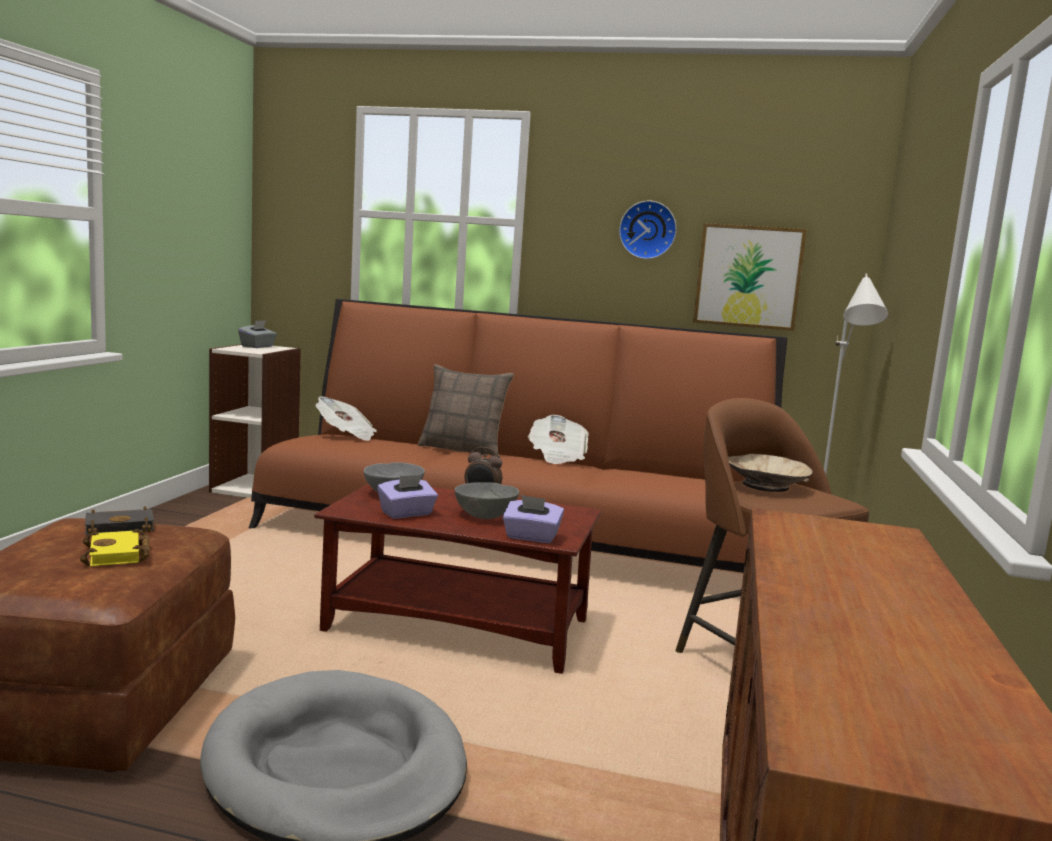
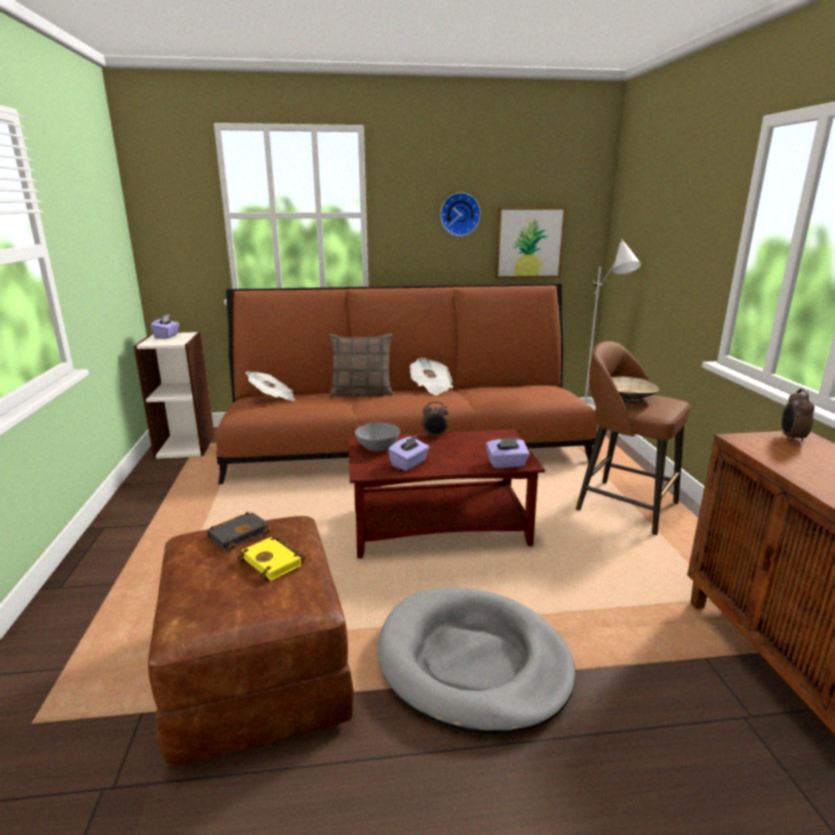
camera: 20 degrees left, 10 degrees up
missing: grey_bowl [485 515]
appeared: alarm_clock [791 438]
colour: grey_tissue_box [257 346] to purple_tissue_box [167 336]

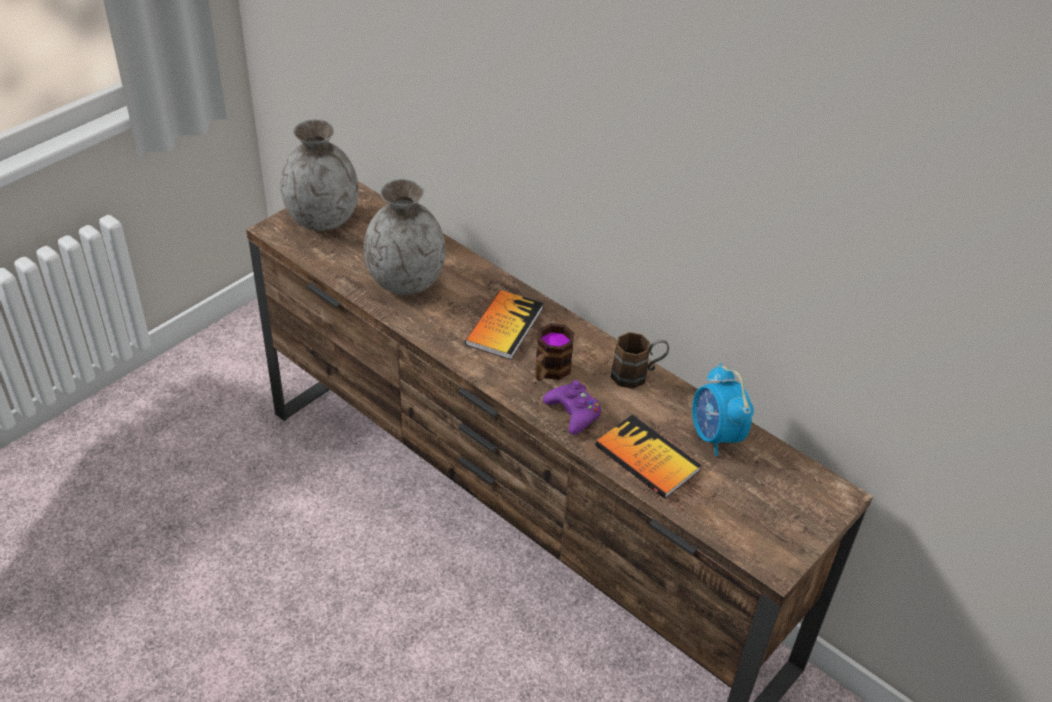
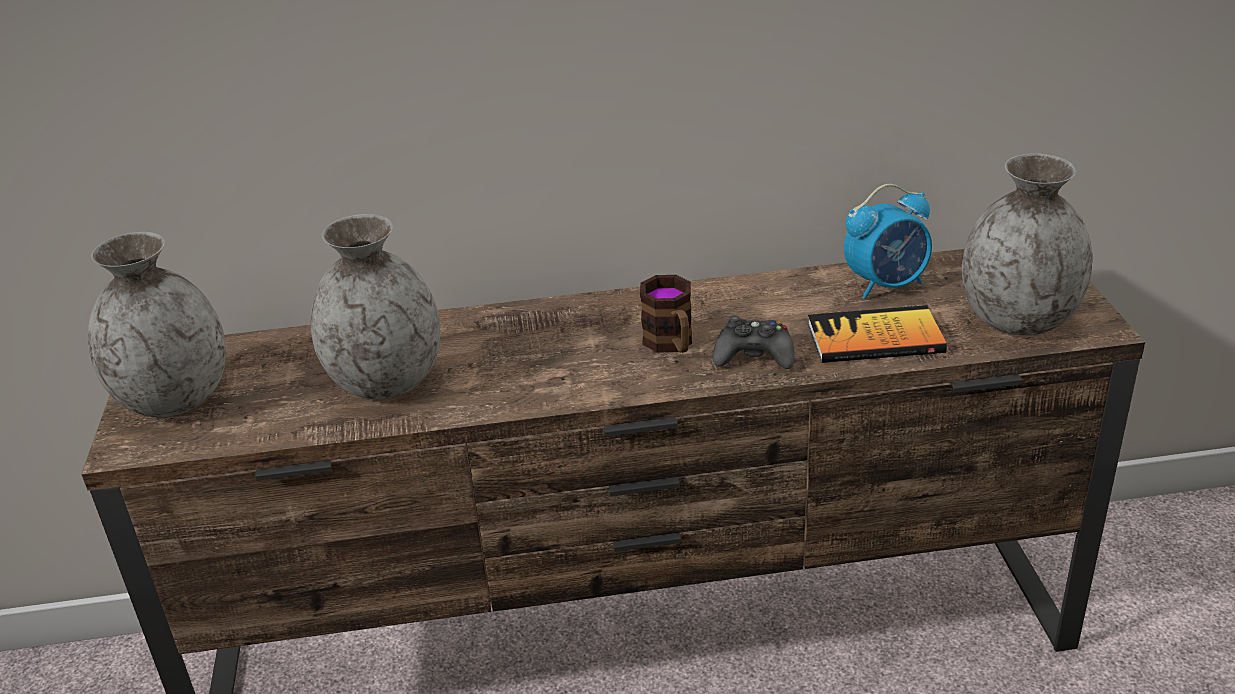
camera: 45 degrees left, 10 degrees down
missing: book [504 326]; brown_mug [637 374]
appeared: grey_vase [1017 320]
colour: purple_game_controller [573 412] to black_game_controller [754 355]
spun: alarm_clock [715 436] = [886 285] 45 degrees counterclockwise

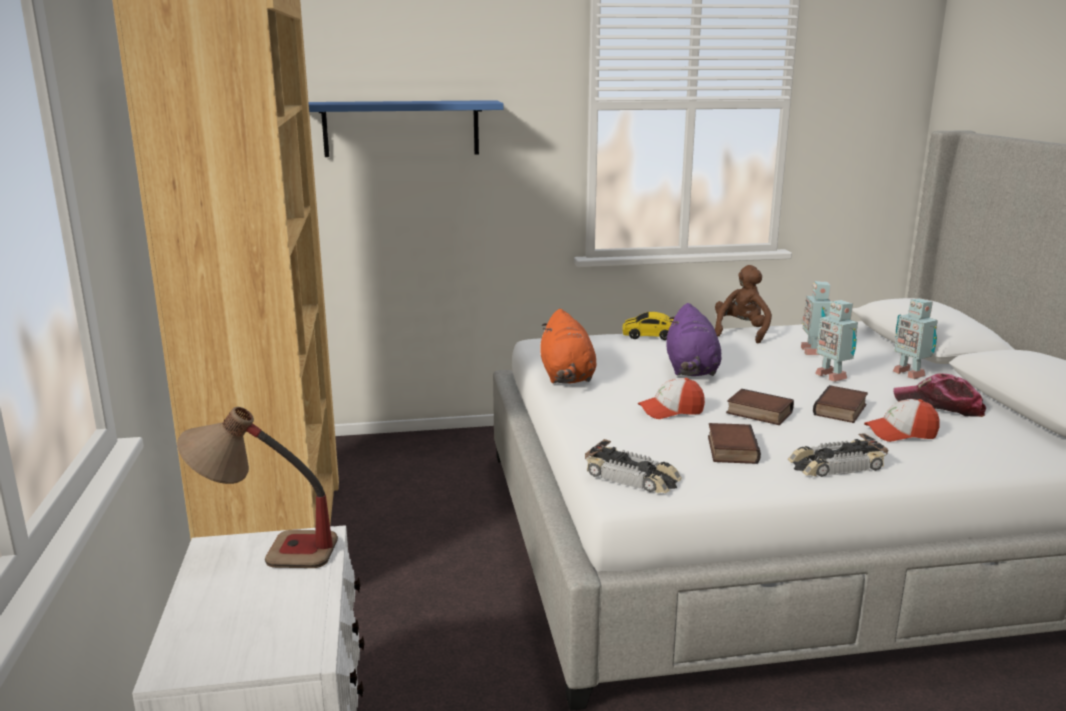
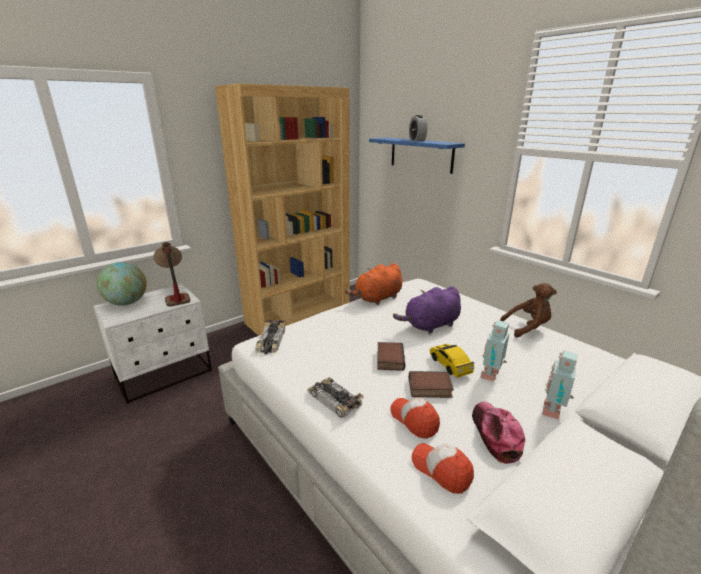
camera: 60 degrees right, 5 degrees up
missing: toy_robot [813 351]; book [730 449]
appeared: alarm_clock [417 140]; globe [127 303]
relocated: toy_car [650 336] to [450 365]; cap [671 411] to [441 470]

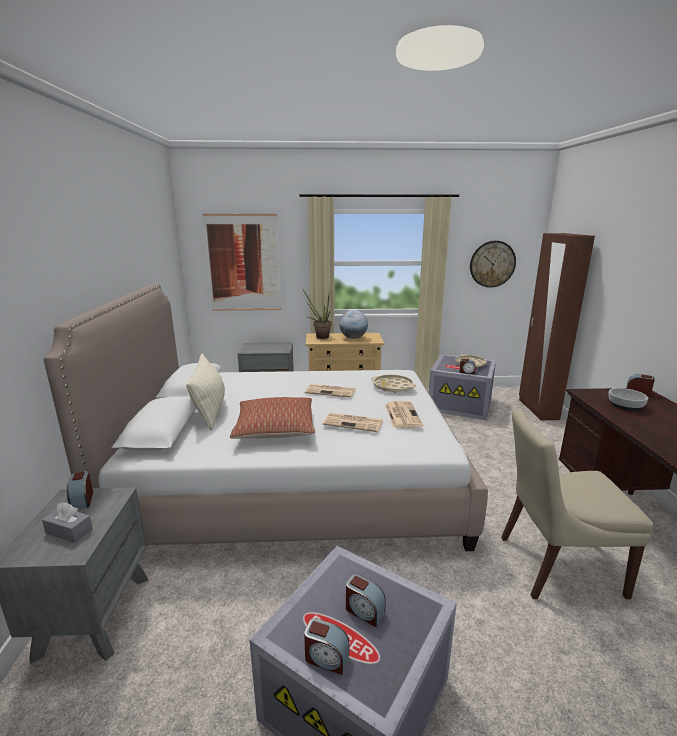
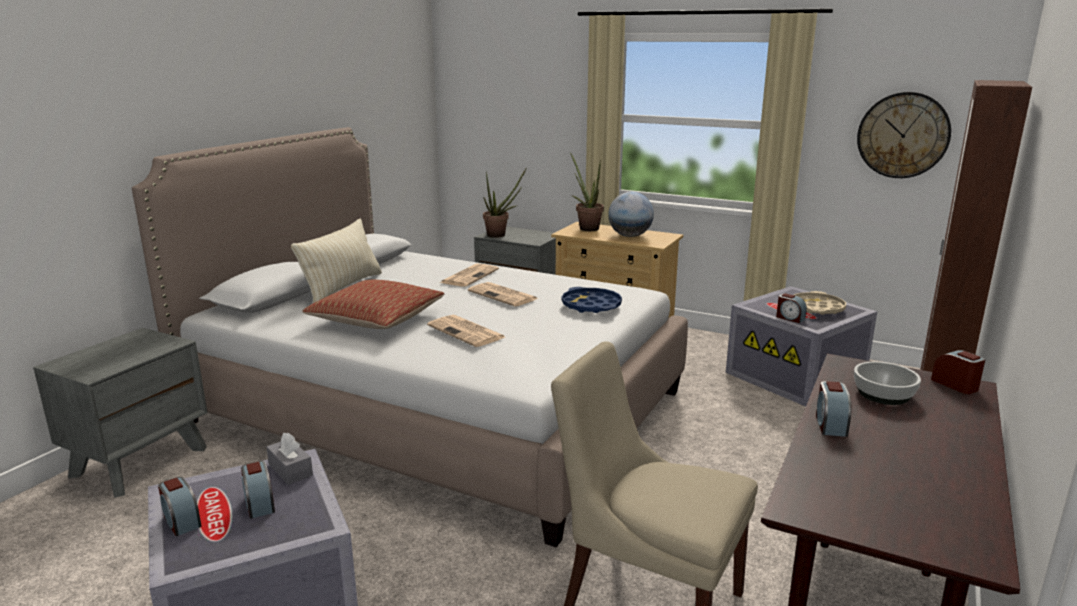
camera: 30 degrees right, 0 degrees up
missing: picture [243 263]
appeared: potted_plant [500 235]
relocated: newspaper [402 415] to [469 276]; alarm_clock [82 500] to [830 424]; grey_tissue_box [69 531] to [290 470]
colour: beige_tray [393 387] to blue_tray [591 306]

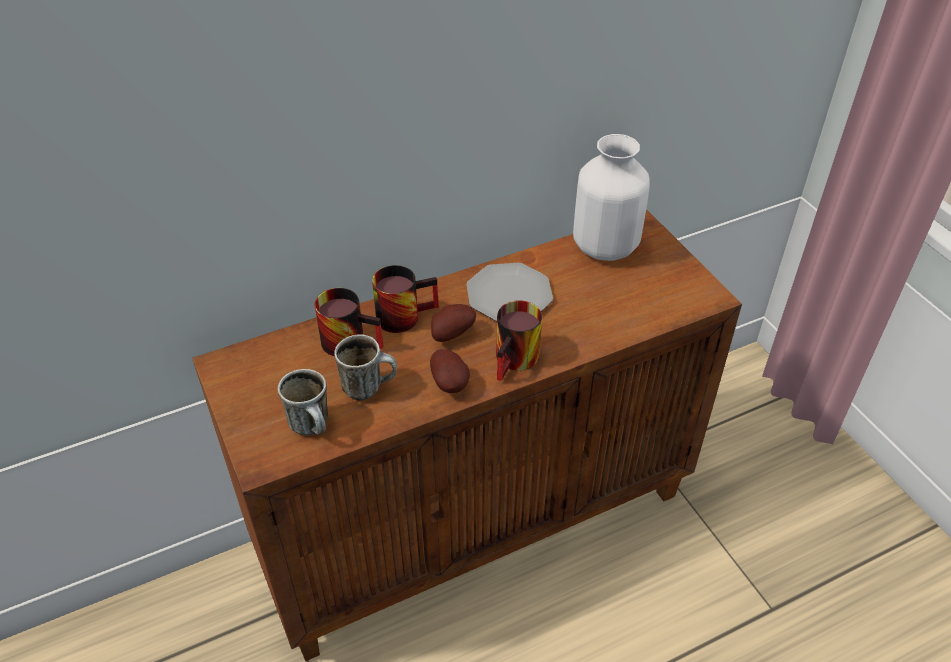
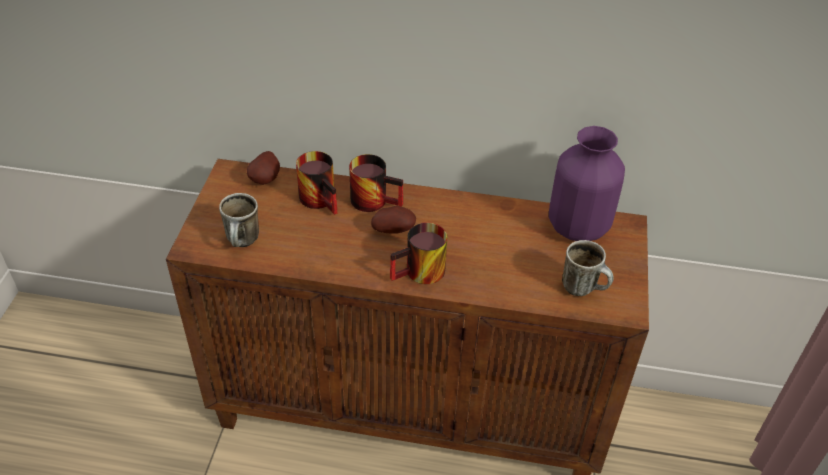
camera: 35 degrees right, 0 degrees up
missing: plate [510 295]
relocated: mug [369 387] to [584 288]; potato [451 384] to [266 179]
colour: white_vase [604 246] to purple_vase [577 226]

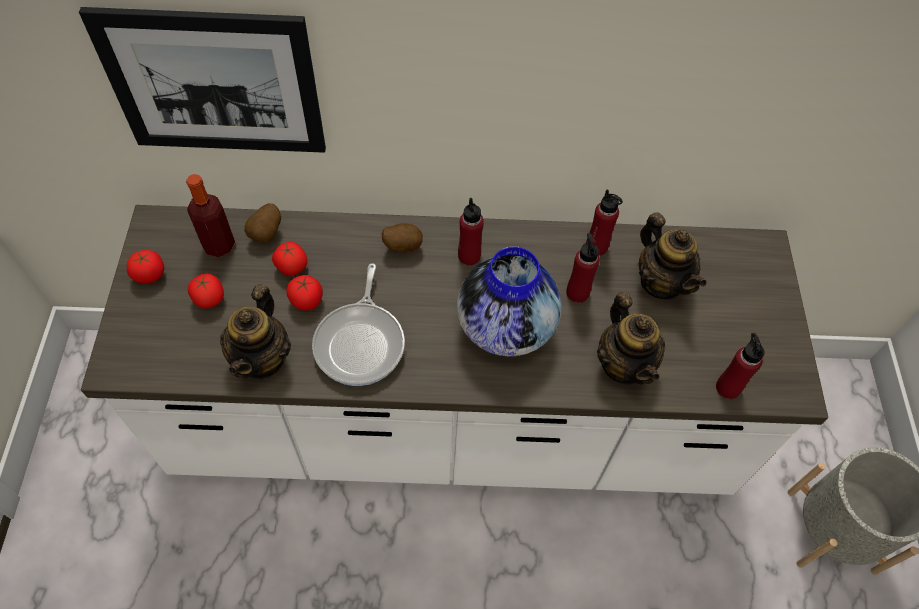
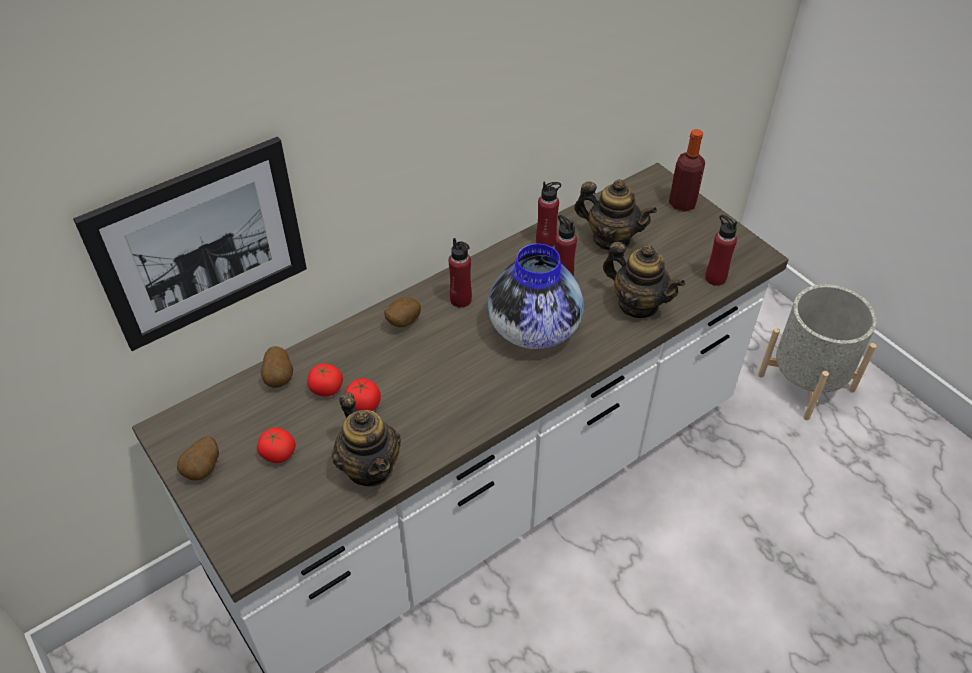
camera: 35 degrees left, 10 degrees down
missing: frying_pan [361 342]
relocated: bottle [219 245] to [682 204]
exchanged: tomato [149 274] to potato [204 470]

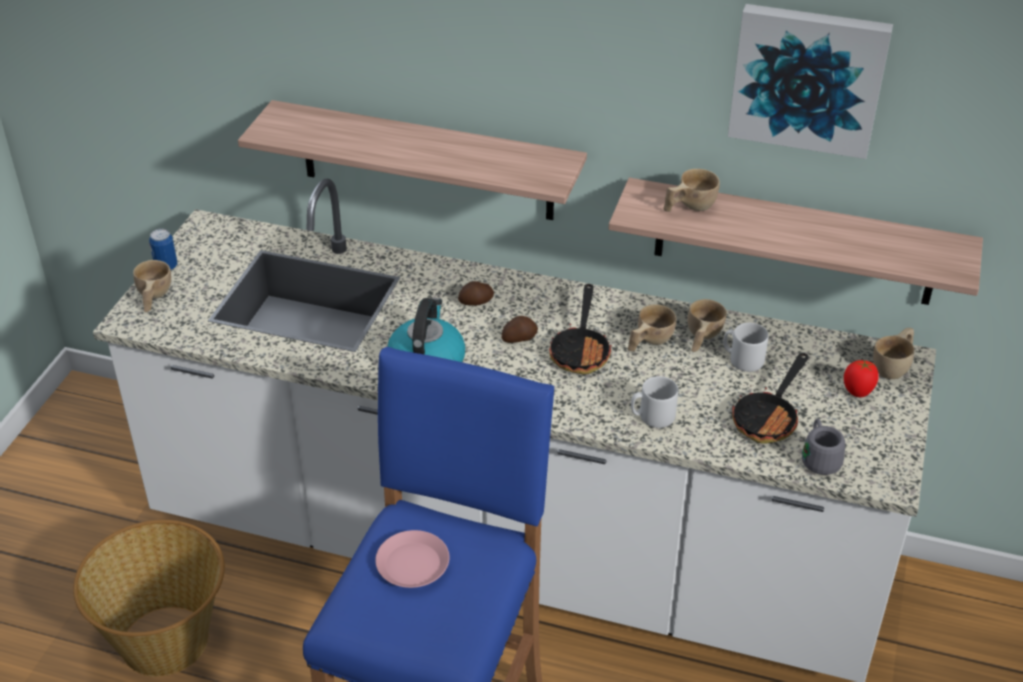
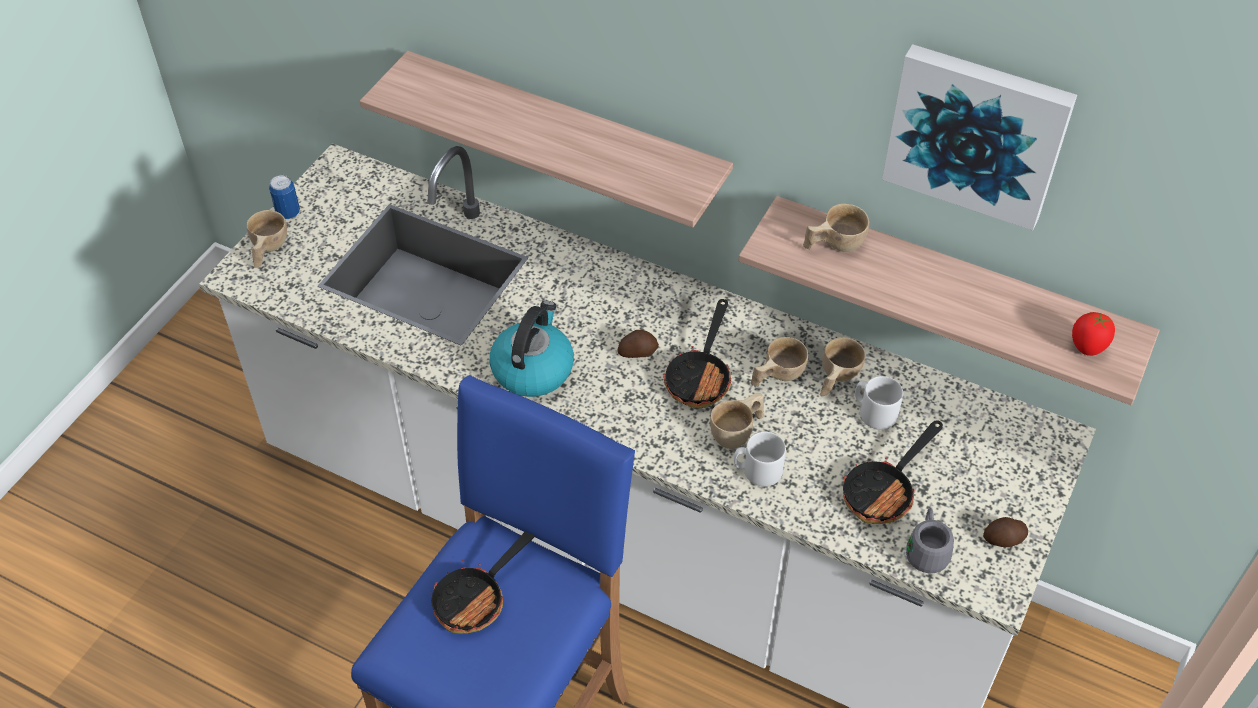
camera: 10 degrees right, 10 degrees up
missing: basket [166 640]
relocated: potato [476 302] to [1004 540]; beige_cup [894 366] to [738 432]; tomato [857 392] to [1087 348]
exchanged: pink_plate [413 564] to frying_pan [477 597]

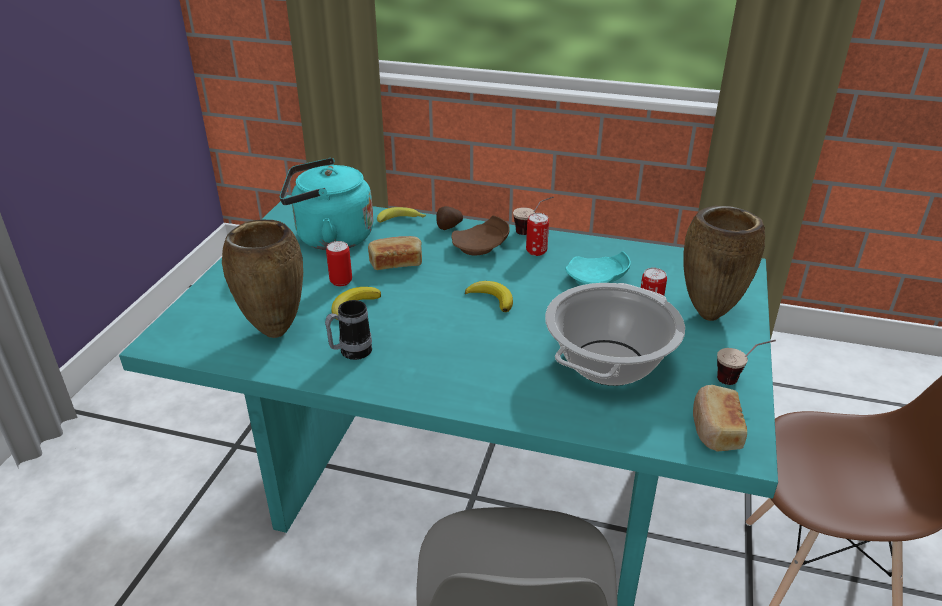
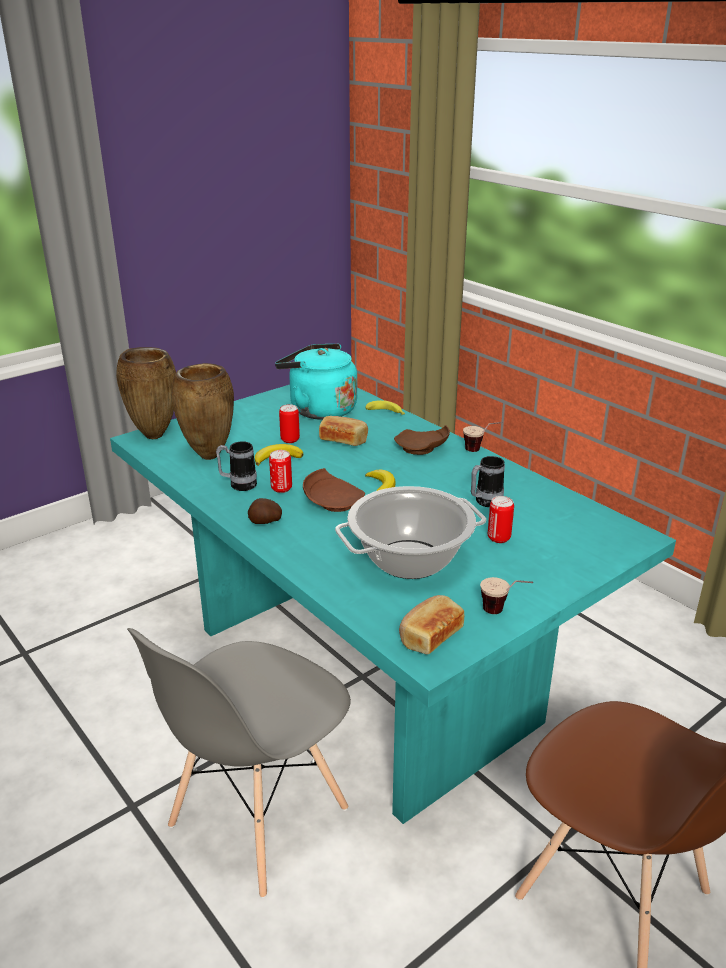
camera: 35 degrees right, 5 degrees down
appeared: brown_plate [333 502]
relocated: potato [448 227] to [265 522]; brown_vase [709 314] to [155 436]; can [536 251] to [281 488]
exchanged: turquoise_plate [597 280] to mug [484 502]

